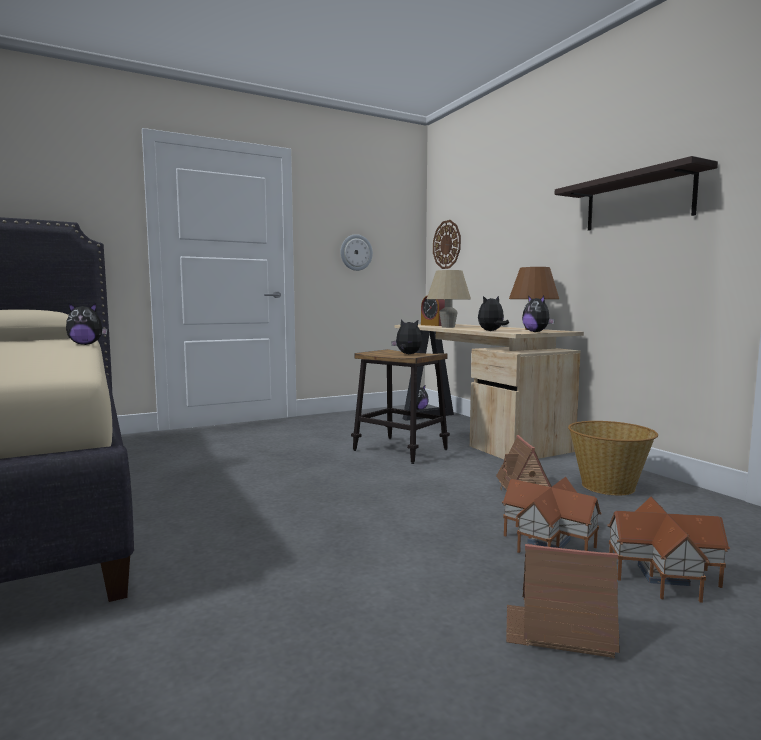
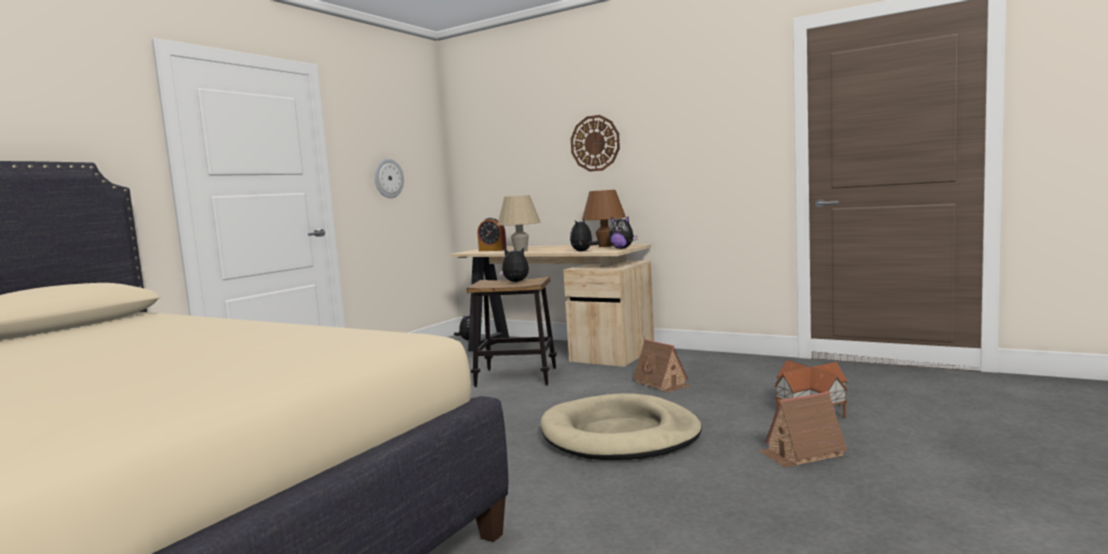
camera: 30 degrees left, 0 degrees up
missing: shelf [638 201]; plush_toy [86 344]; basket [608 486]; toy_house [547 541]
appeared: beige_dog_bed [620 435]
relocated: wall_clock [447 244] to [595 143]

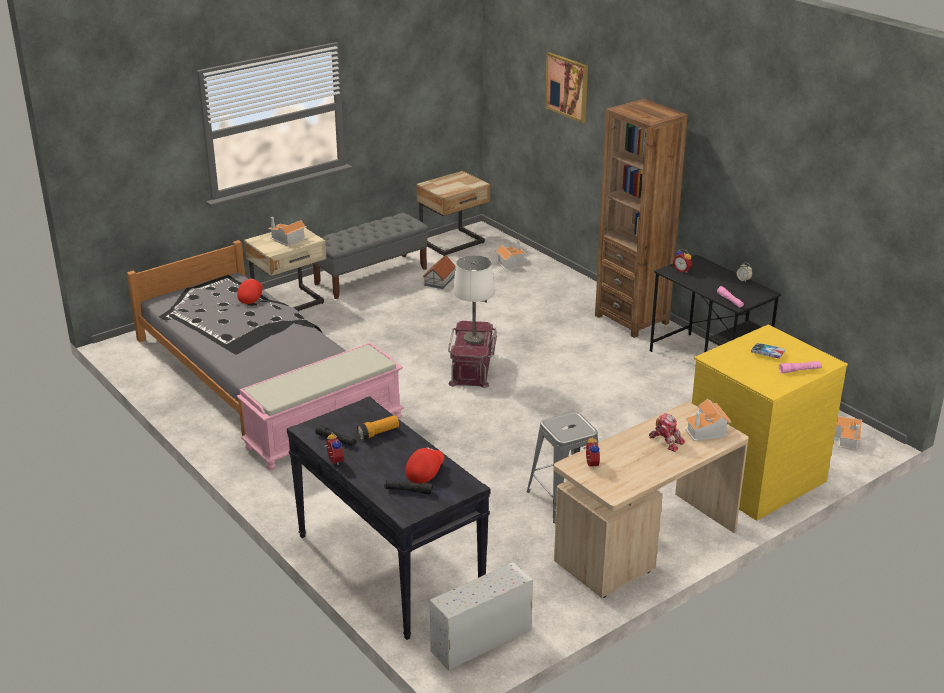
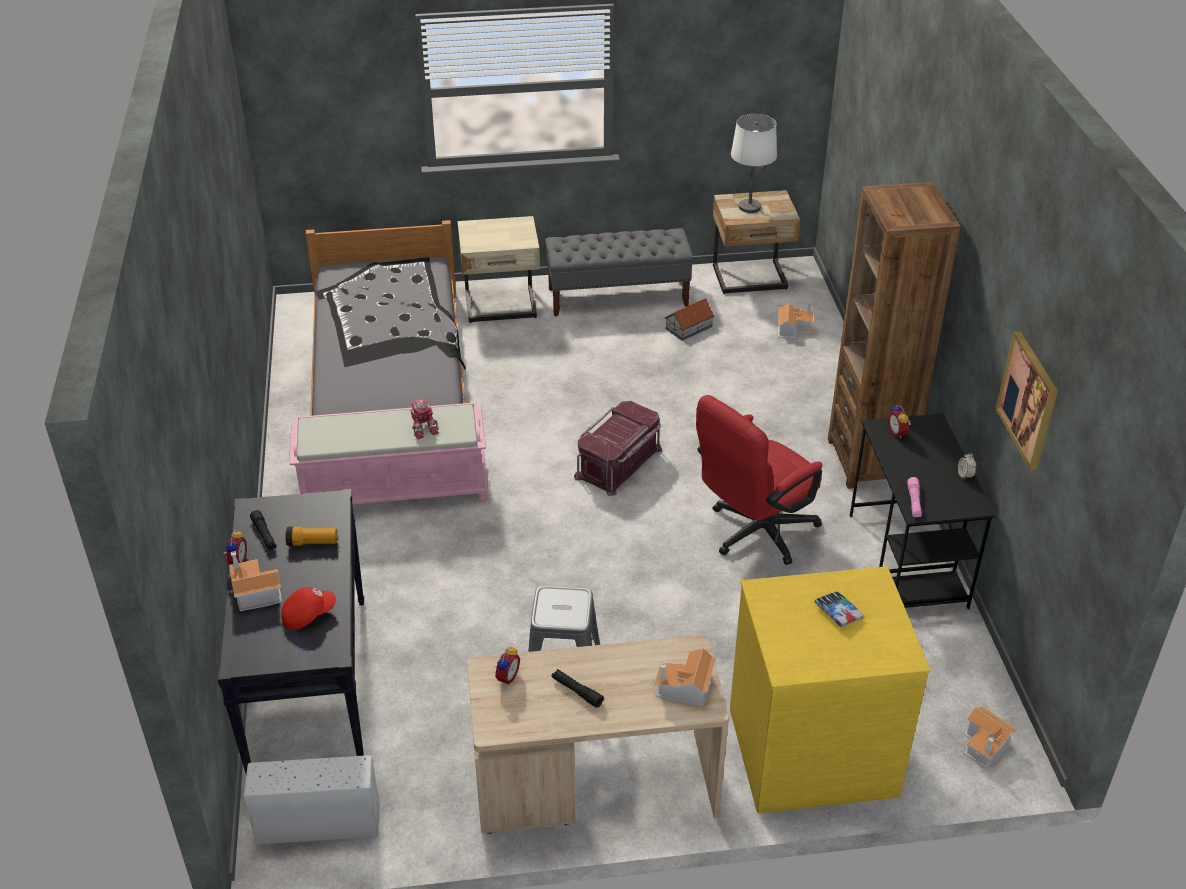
camera: 30 degrees right, 10 degrees up
missing: red_cap [250 297]; pink_flashlight [799 370]
appeared: red_office_chair [754 534]
relocated: picture [567 87] to [1028 400]; toy_house [287 239] to [254 592]; white_table_lamp [473 339] to [749 207]; toy_robot [666 441] to [423 427]; black_flashlight [408 491] to [577 691]

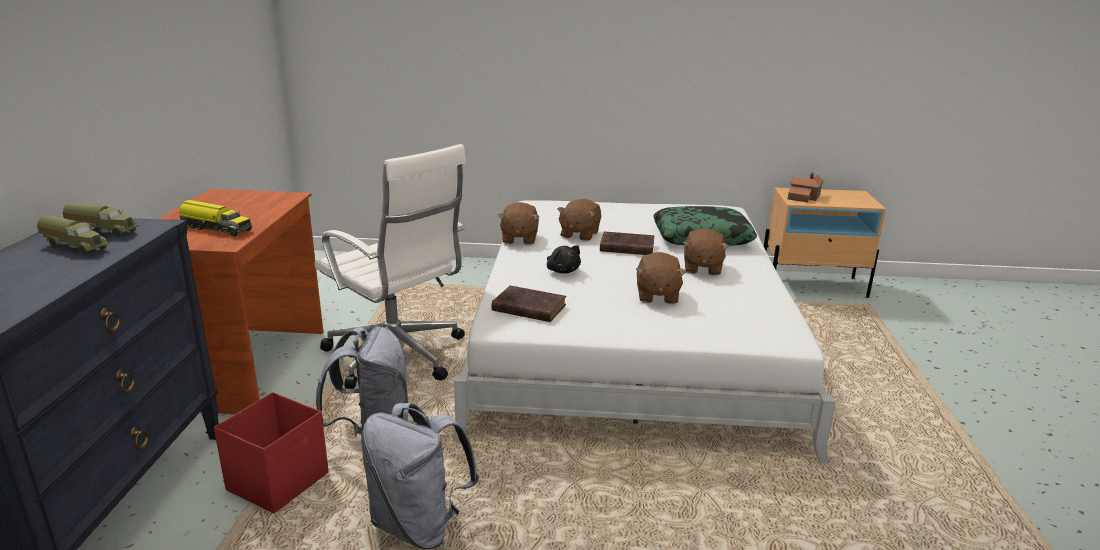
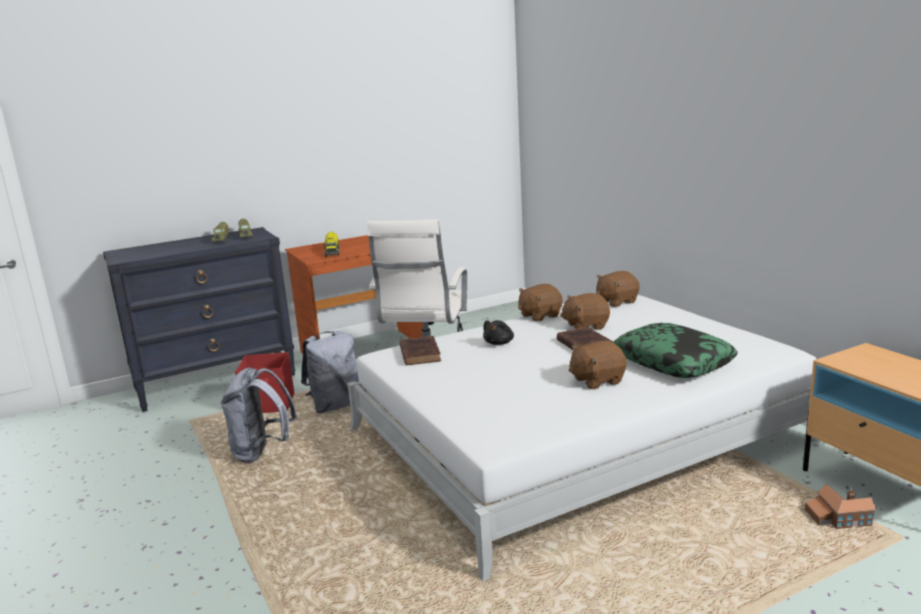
camera: 60 degrees right, 5 degrees down
relocated: toy_house [804 197] to [837 518]; brown_plush_toy [657 296] to [616 301]

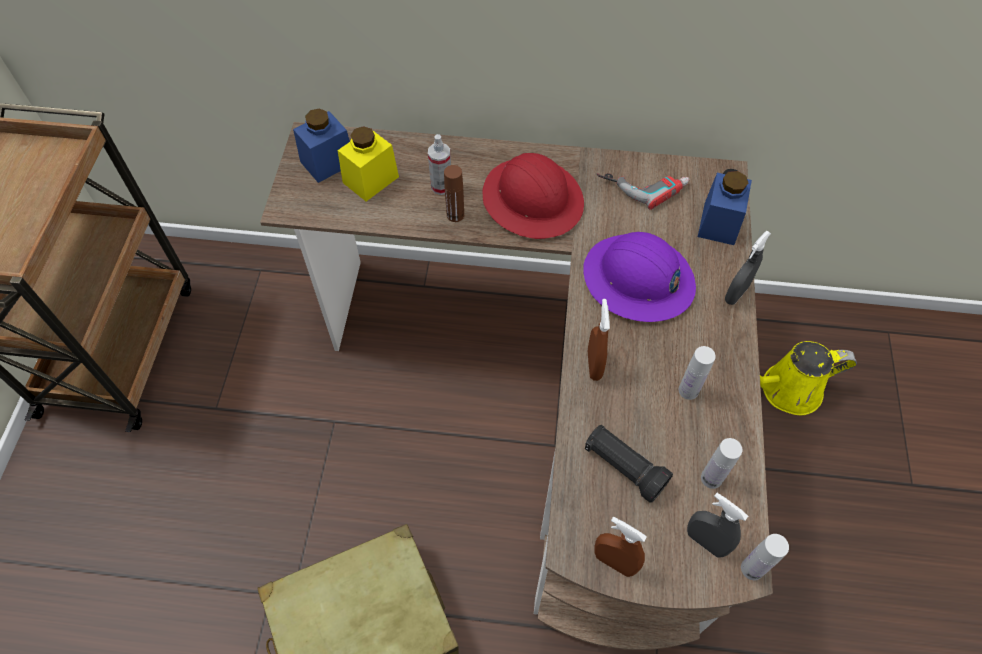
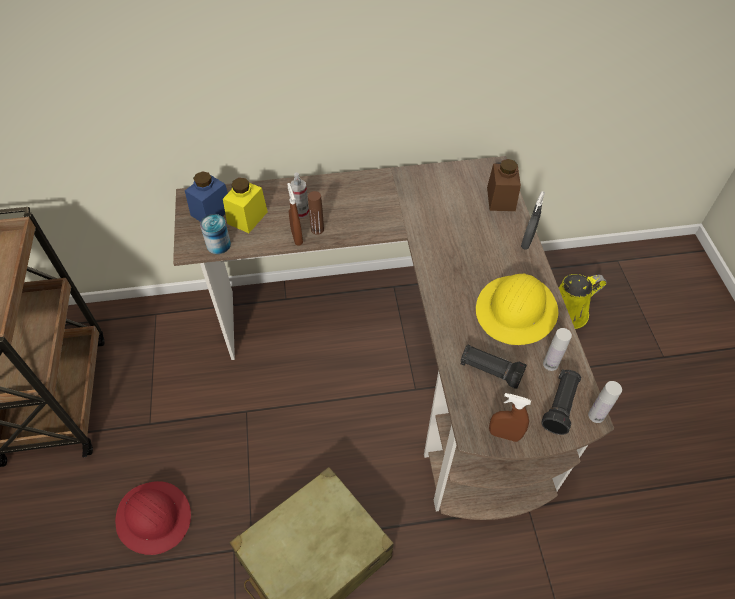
camera: 15 degrees left, 5 degrees down
missing: power_drill [643 182]; purple_hard_hat [638 280]
appeared: can [218 245]
relocated: red_hard_hat [533 199] to [154 517]; brown_spray_bottle [594 365] to [297 237]
exchanged: white_bottle [688 390] to yellow_hard_hat [516 311]; grey_spray_bottle [705 542] to black_flashlight [560 406]
colour: blue_jar [719 223] to brown_jar [501 199]

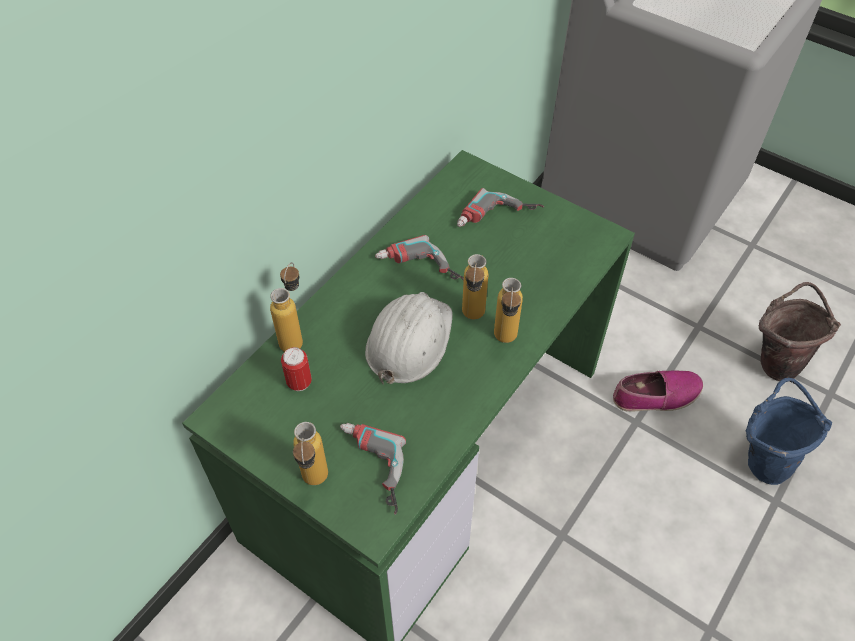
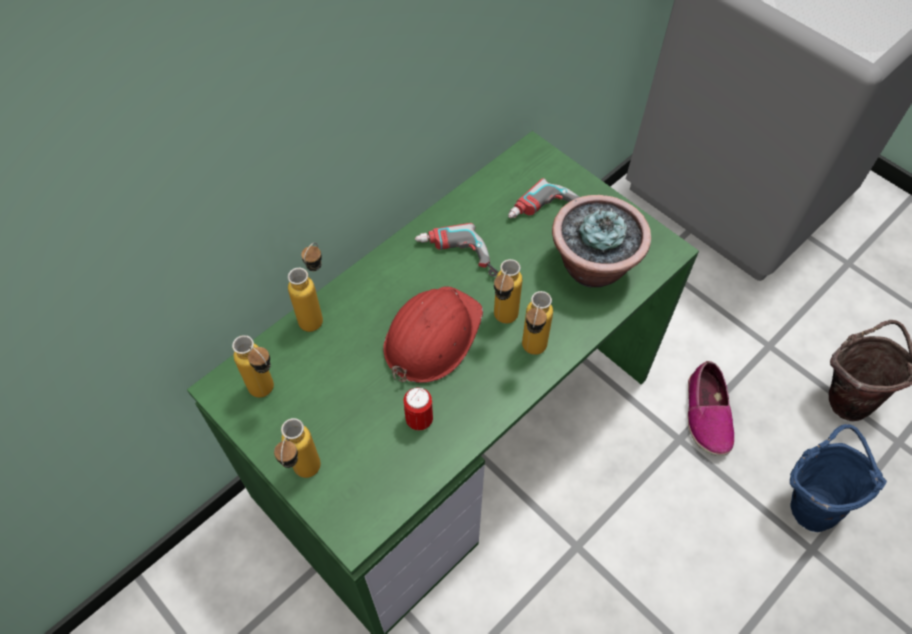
camera: 10 degrees right, 5 degrees up
missing: power_drill [369 469]
appeared: potted_plant [593 266]; bottle [268 393]
relocated: can [299 382] to [419 420]
colour: white_hard_hat [408 341] to red_hard_hat [431 337]
spun: shoe [656 396] = [707 414] 90 degrees clockwise

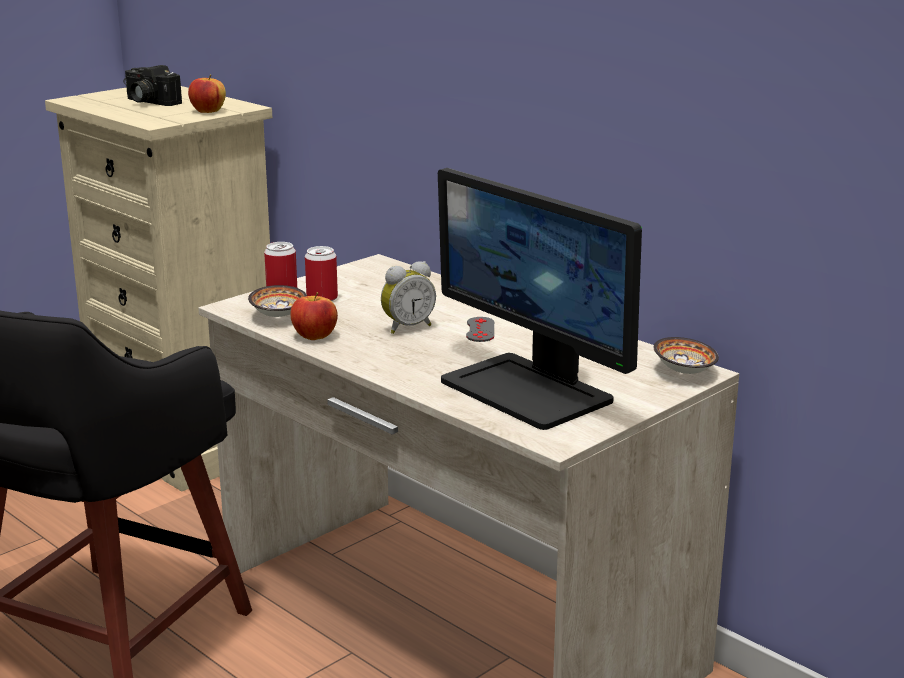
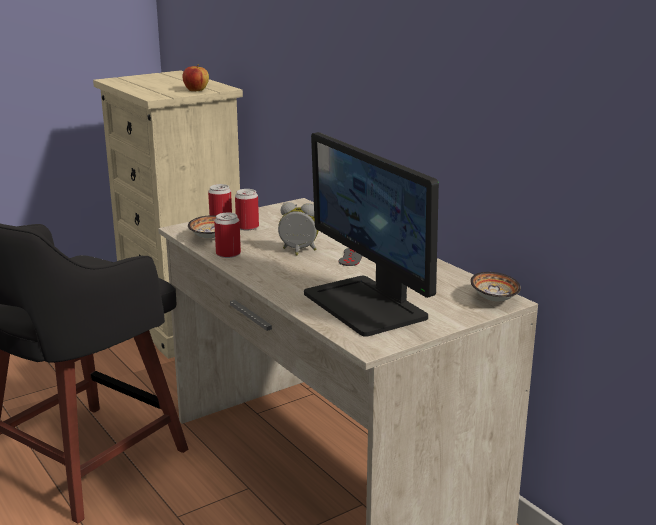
camera: 10 degrees right, 0 degrees up
missing: photo_camera [148 102]
exchanged: apple [314 336] to can [228 254]
spun: alarm_clock [407 327] = [298 251] 150 degrees counterclockwise

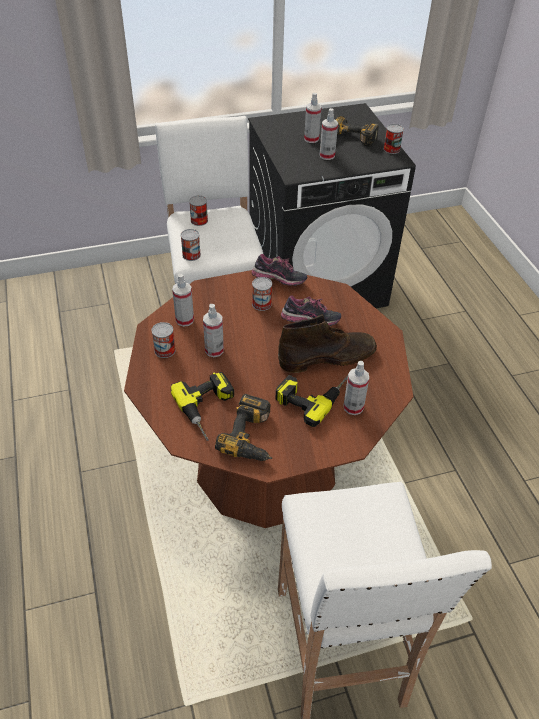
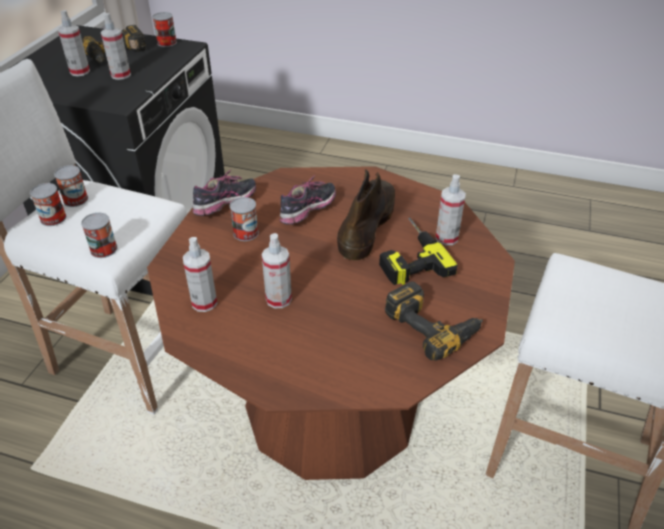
camera: 55 degrees left, 5 degrees down
missing: power_drill [210 409]
relocated: can [165 350] to [75 199]

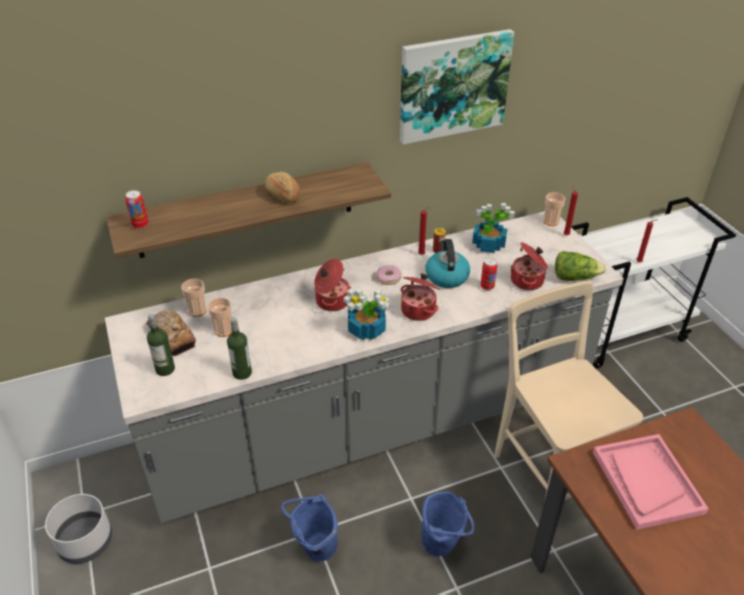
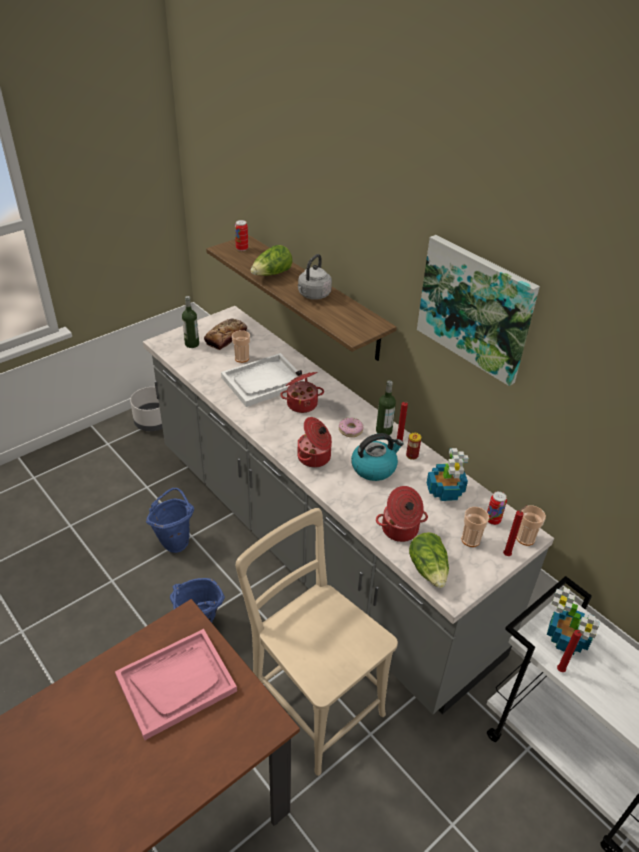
camera: 70 degrees right, 0 degrees up
appeared: lettuce [272 274]; white_tray [263 381]
relocated: can [487 286] to [493 520]; cup [197 311] to [470 539]; potted_plant [367 329] to [567 639]; bottle [242 373] to [383 431]
exchanged: bread [282 196] to grey_kettle [313 295]
spun: beige_chair [548 469] = [313 702] 90 degrees counterclockwise

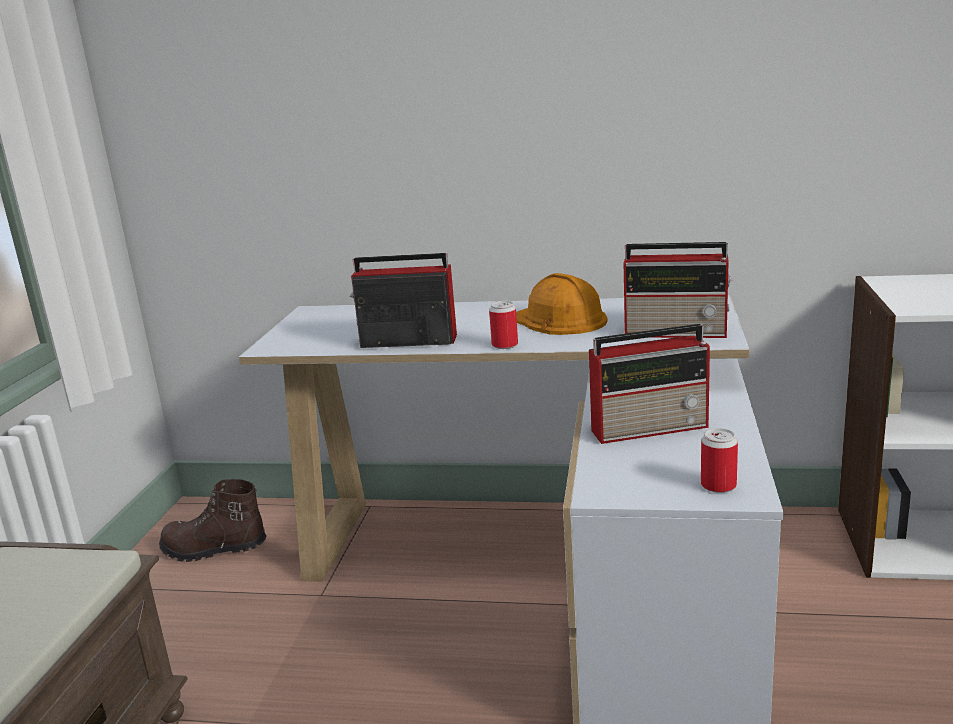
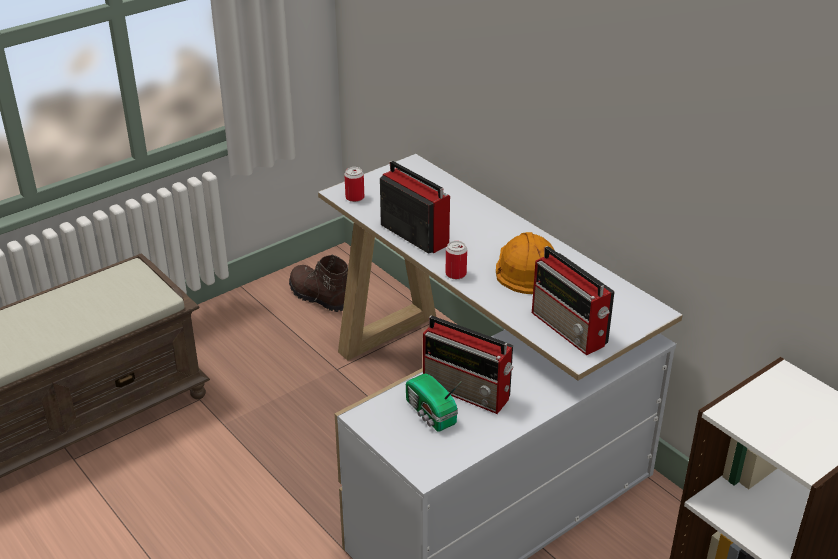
camera: 40 degrees right, 15 degrees up
appeared: radio [430 414]
relocated: can [718 485] to [355 197]

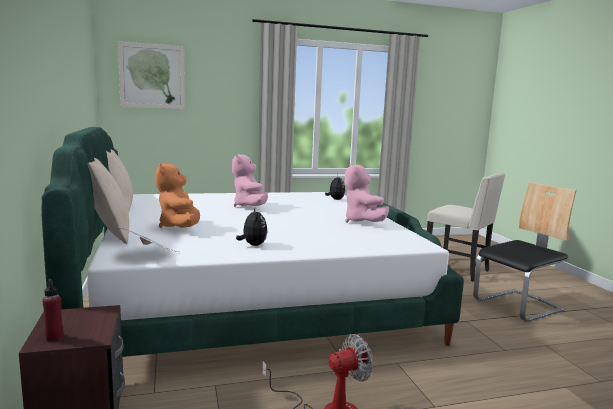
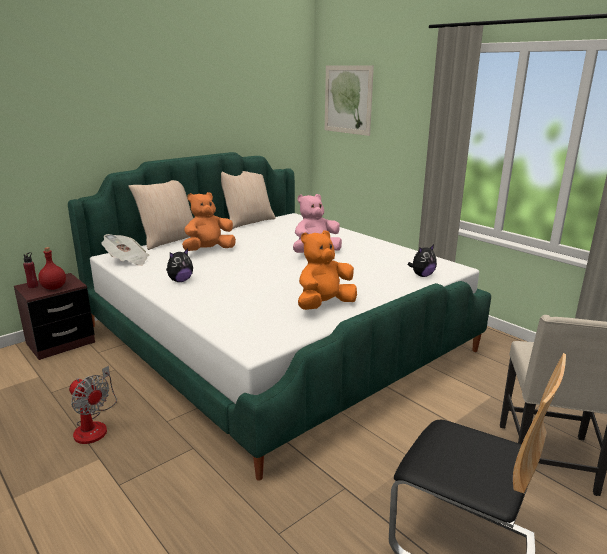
camera: 65 degrees right, 10 degrees up
appeared: red_bottle [54 287]
colour: pink_plush_toy [362 222] to orange_plush_toy [324 305]

